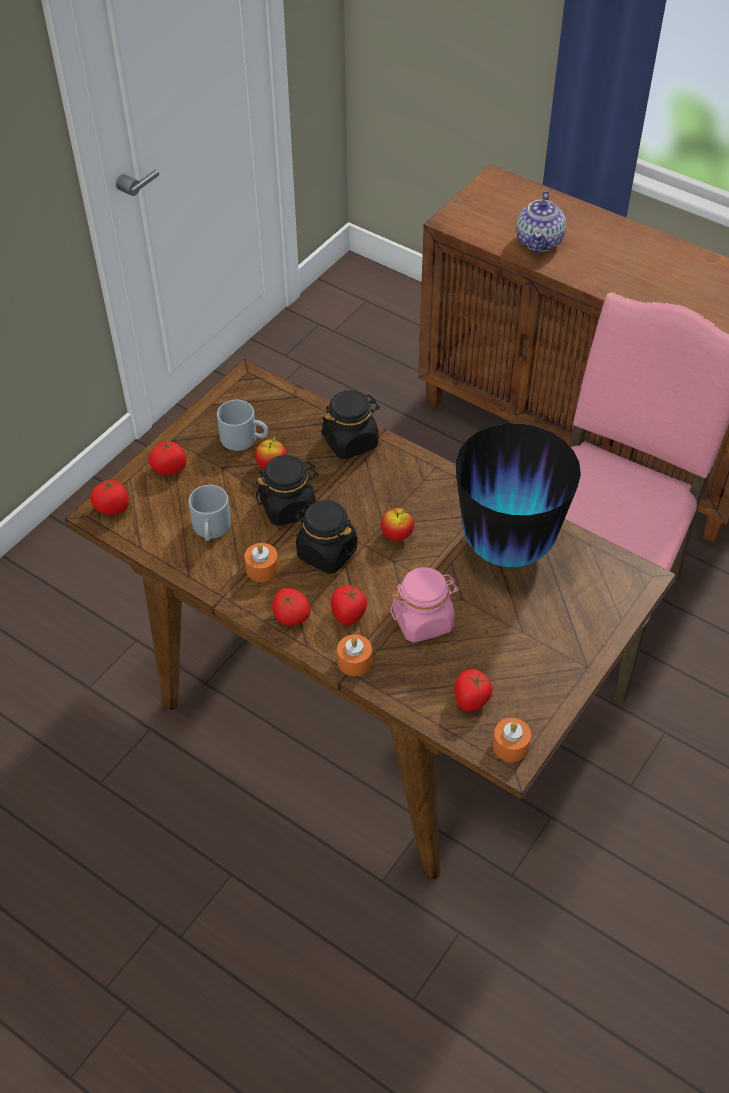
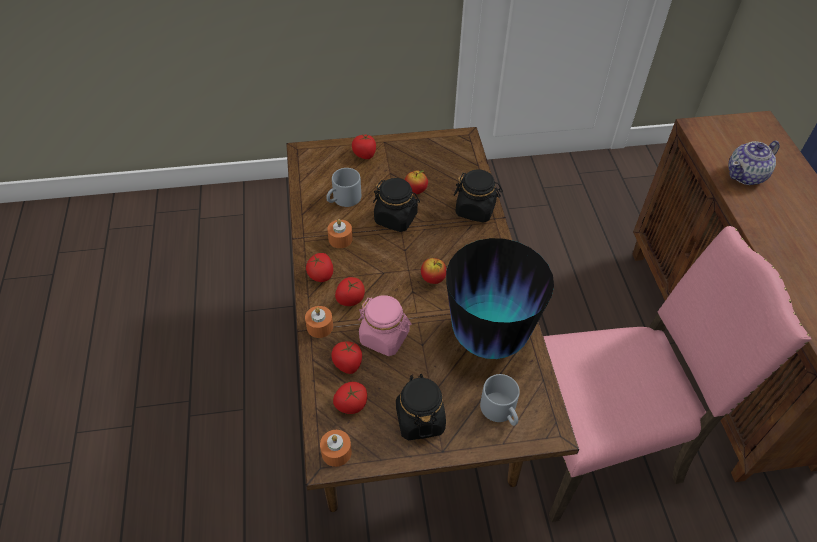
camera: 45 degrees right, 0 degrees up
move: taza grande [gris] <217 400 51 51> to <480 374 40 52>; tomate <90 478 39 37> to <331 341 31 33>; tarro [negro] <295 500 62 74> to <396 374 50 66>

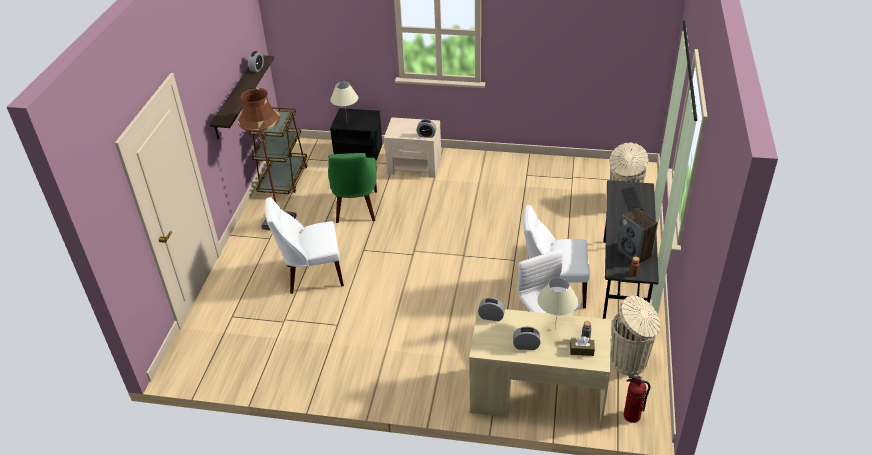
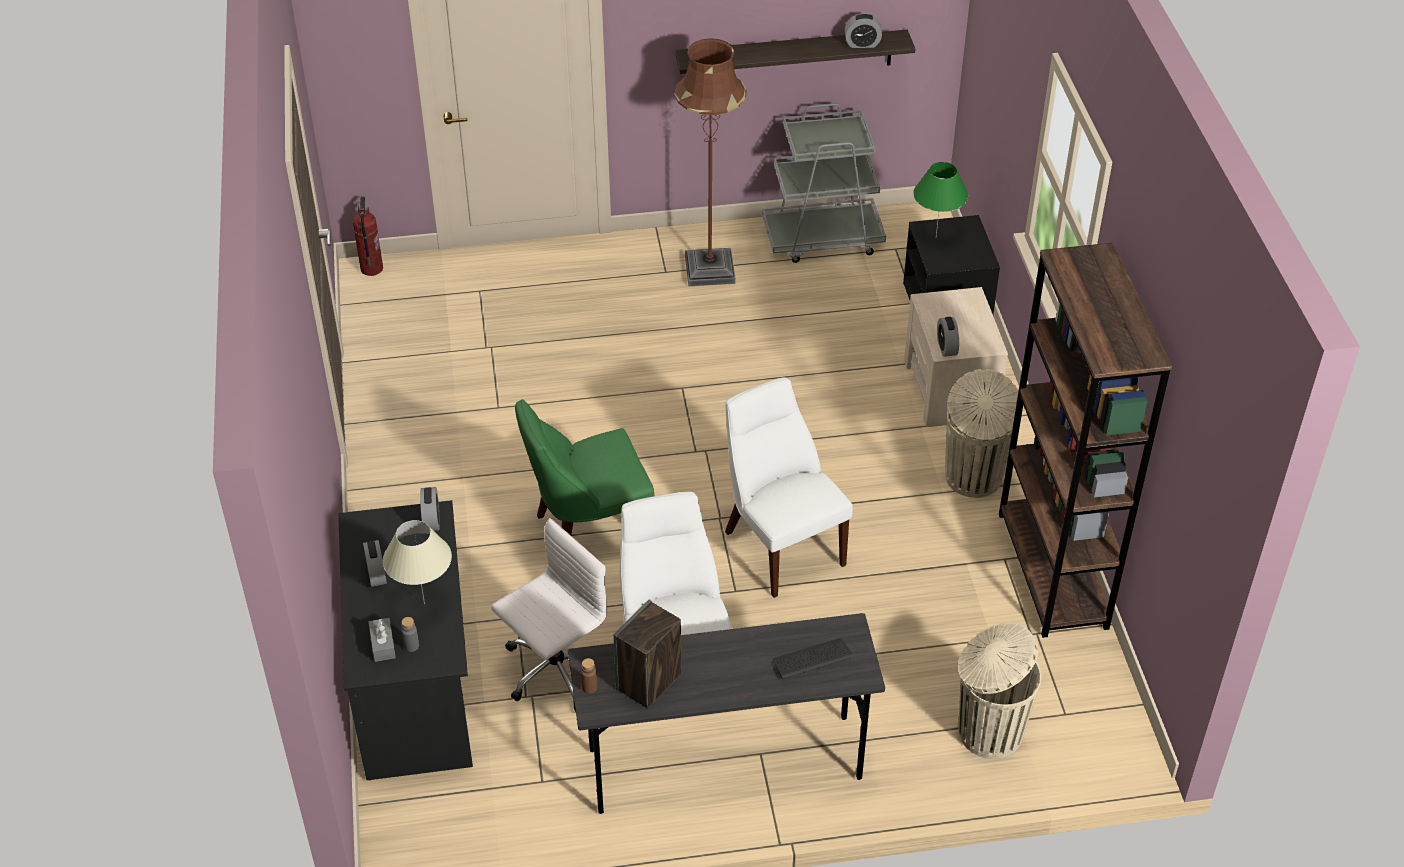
camera: 70 degrees right, 5 degrees up
insert: estantería [marrón] <999 243 173 395>
move: silla [verde] <328 153 49 70> to <515 399 140 136>; silla [blanco] <265 197 79 97> to <725 377 128 221>; papelera [beis] <611 296 49 79> to <945 369 74 129>; extintor <624 374 27 49> to <353 197 30 79>
recolor: lámpara de mesa [beis] <330 82 28 35> to lámpara de mesa [verde] <913 162 55 74>; carrito [marrón] <248 107 60 87> to carrito [gris] <762 103 124 160>; escritorio [beis] <469 307 142 121> to escritorio [negro] <338 500 135 280>; caja de pañuelos [marrón] <570 336 25 20> to caja de pañuelos [gris] <369 618 27 44>

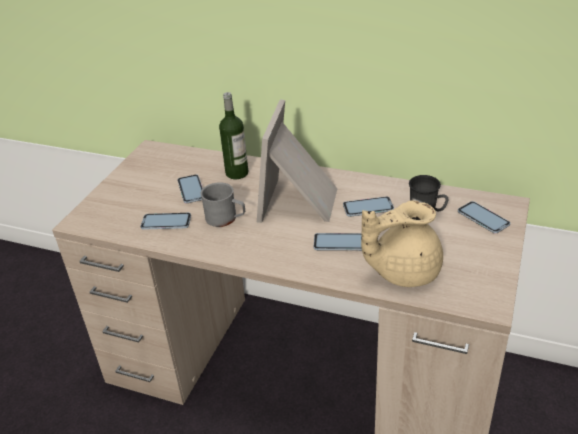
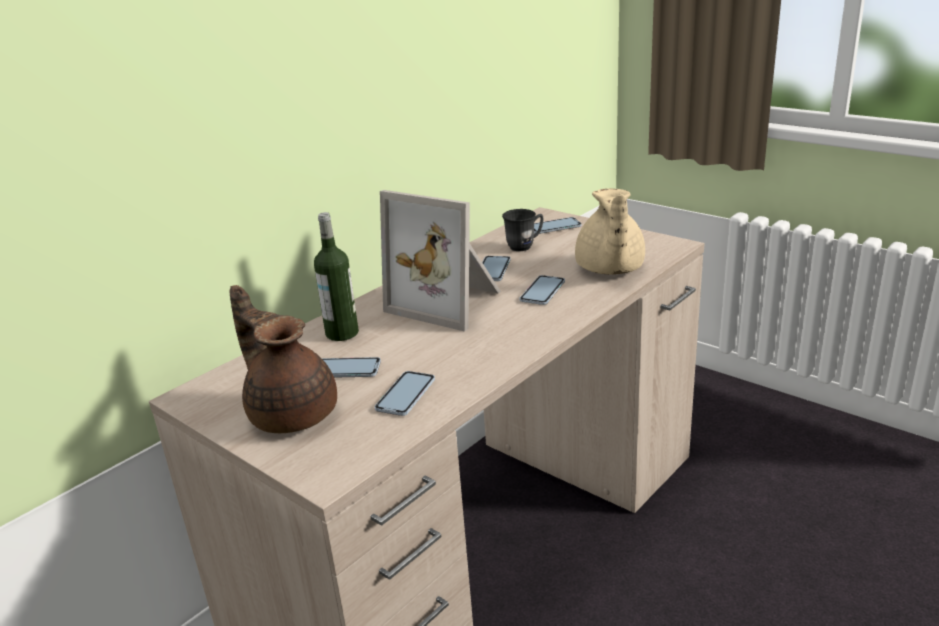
camera: 70 degrees left, 10 degrees down
delete: taza grande [gris] <201 182 44 45>
insert: tetera [marrón] <229 285 108 148>

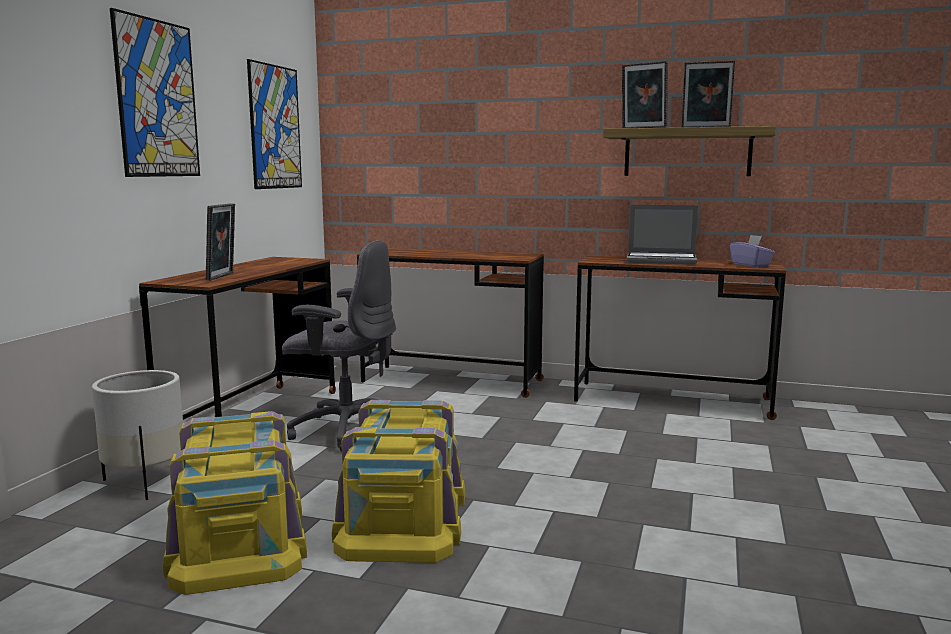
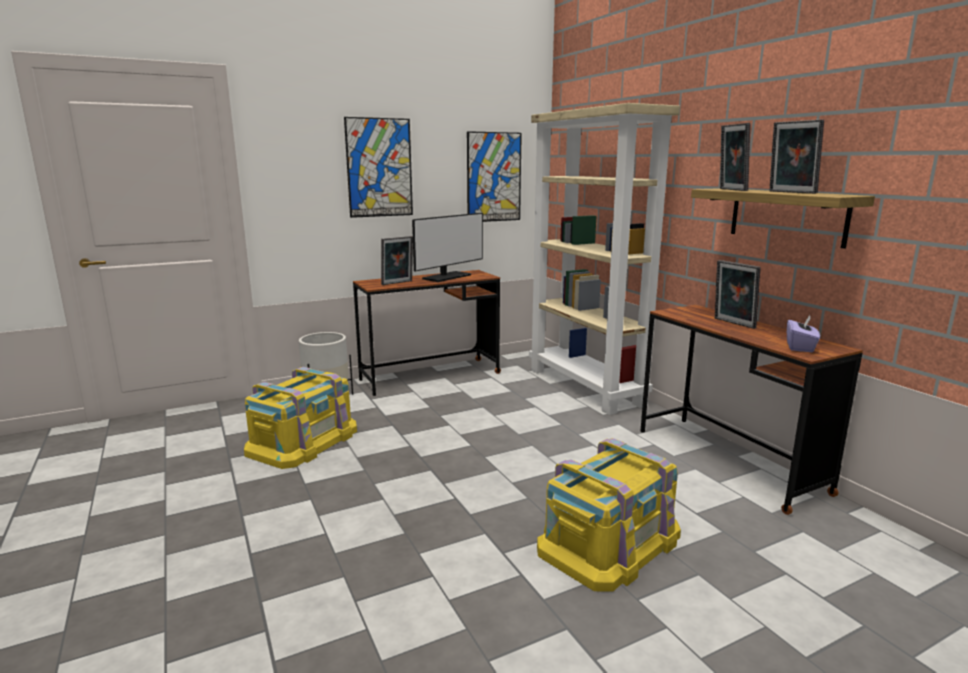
camera: 45 degrees right, 5 degrees up
delete: silla de oficina [gris] <282 240 114 212>
insert: monitor <412 213 71 69>
move: caja de almacenaje [amarillo] <332 400 133 163> to <537 438 144 154>
replace: portátil <626 205 72 60> to portarretratos <715 260 46 69>; escritorio [marrón] <357 248 187 150> to estantería [beis] <529 103 151 312>

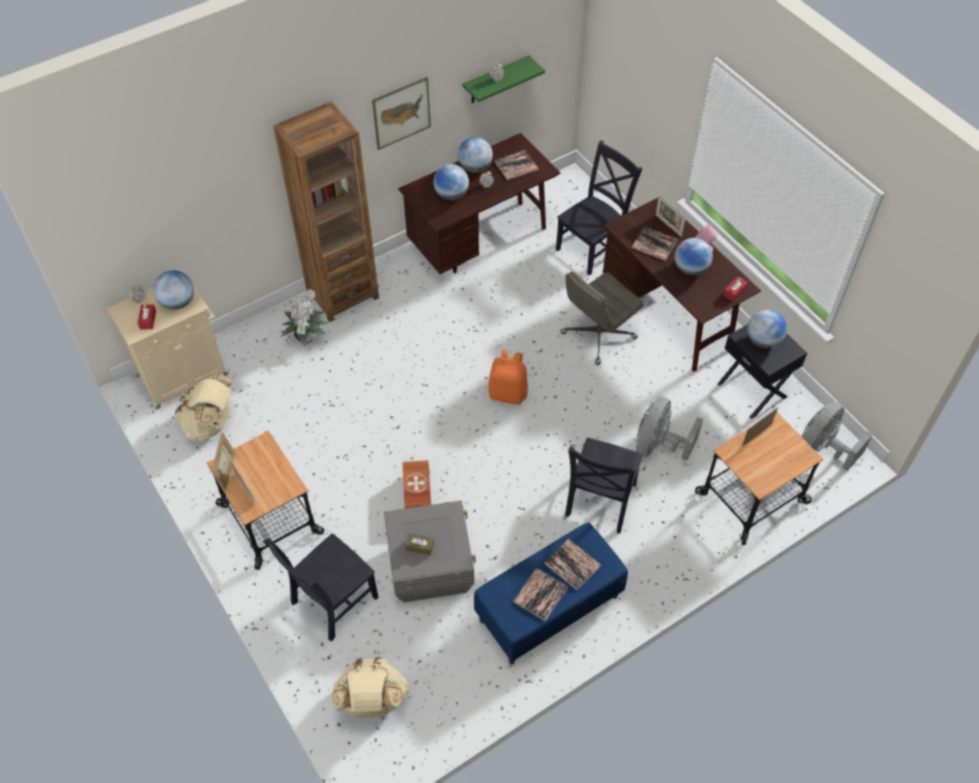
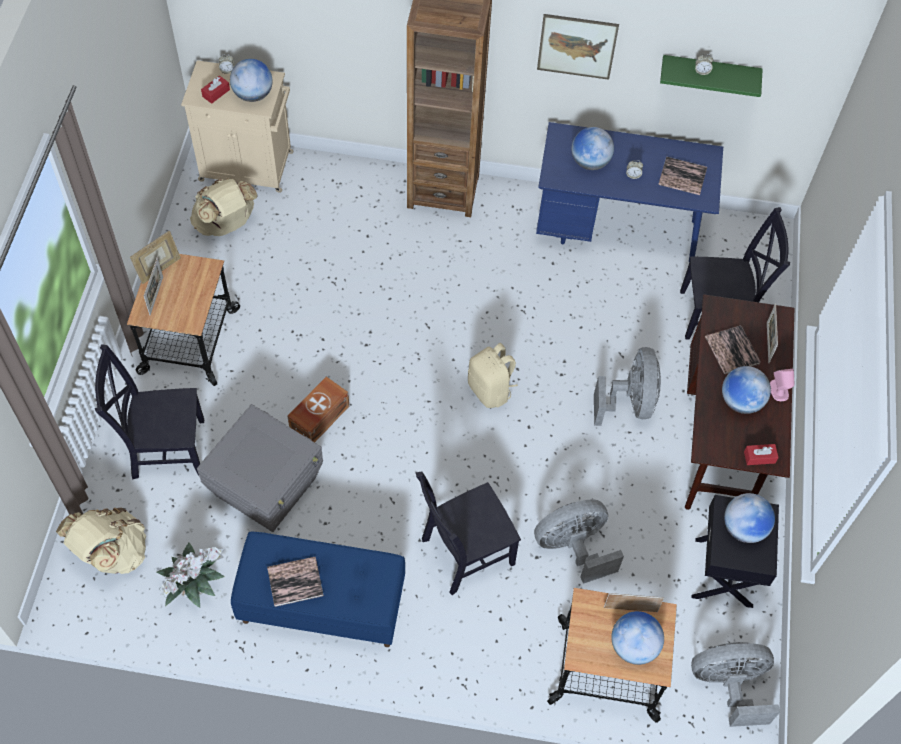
camera: 40 degrees right, 5 degrees up
delete: caja de pañuelos [marrón] <405 534 29 21>; libro <544 539 57 51>
move: globo terráqueo <458 137 35 36> to <611 611 53 54>; planta en maceta <281 289 47 58> to <156 543 69 65>
replace: silla de oficina [gris] <560 271 84 94> to ventilador [gris] <594 347 67 79>
recolor: escritorio [marrón] <398 133 162 141> to escritorio [azul] <536 122 187 140>; mochila [naranja] <488 350 40 55> to mochila [beis] <468 343 50 65>

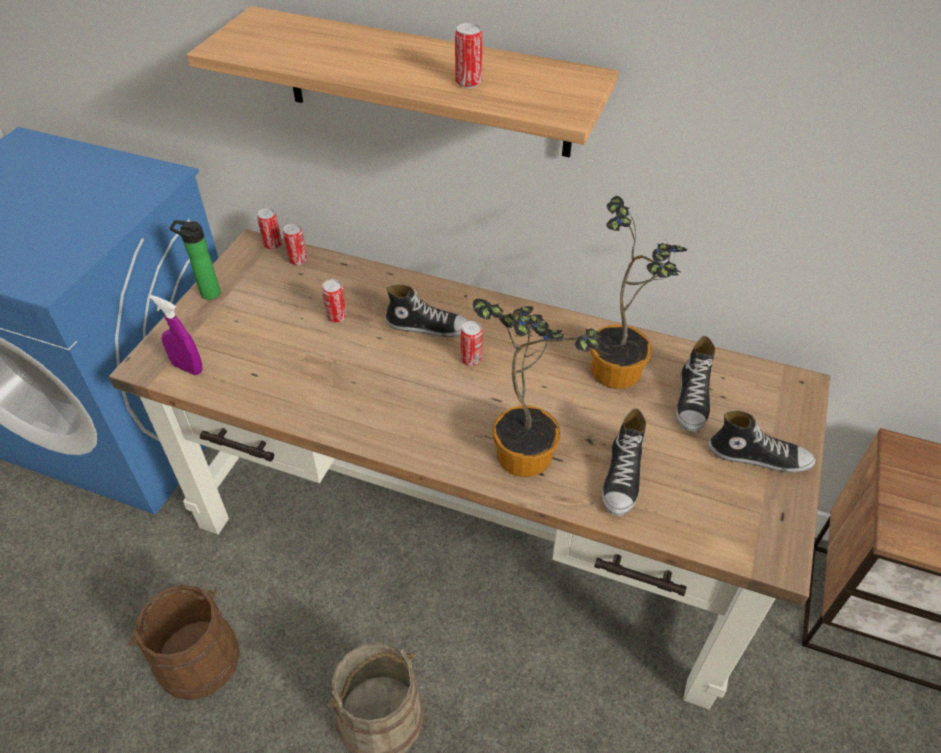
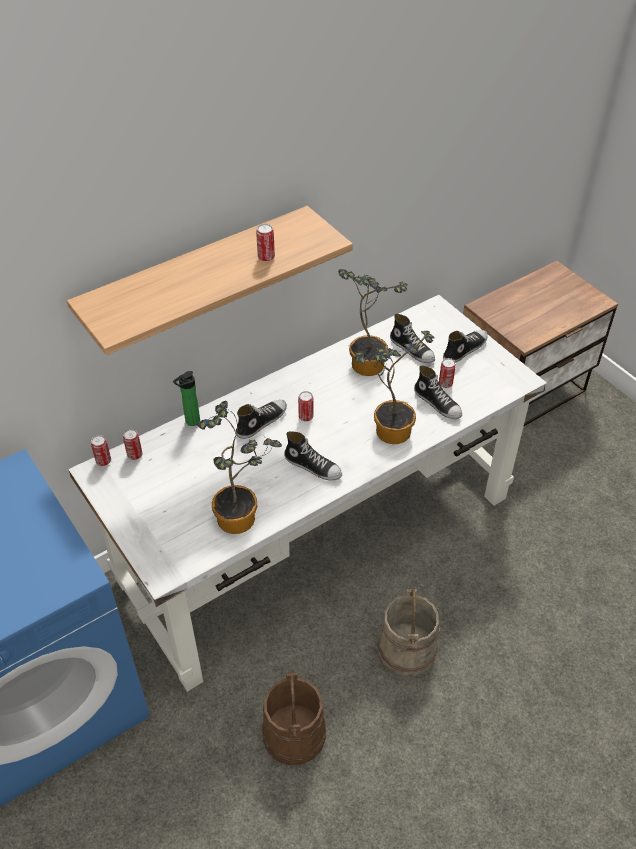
camera: 55 degrees left, 0 degrees up
delete: pulverizador [morado] <149 295 54 80>
insert: planta en maceta <197 400 85 134>; zapato <284 431 58 49>
move: botella <170 220 51 80> to <173 371 27 55>; lata <322 279 25 44> to <439 358 17 30>
recolor: escritorio [marrón] <108 229 722 481> to escritorio [blanco] <68 295 479 397>

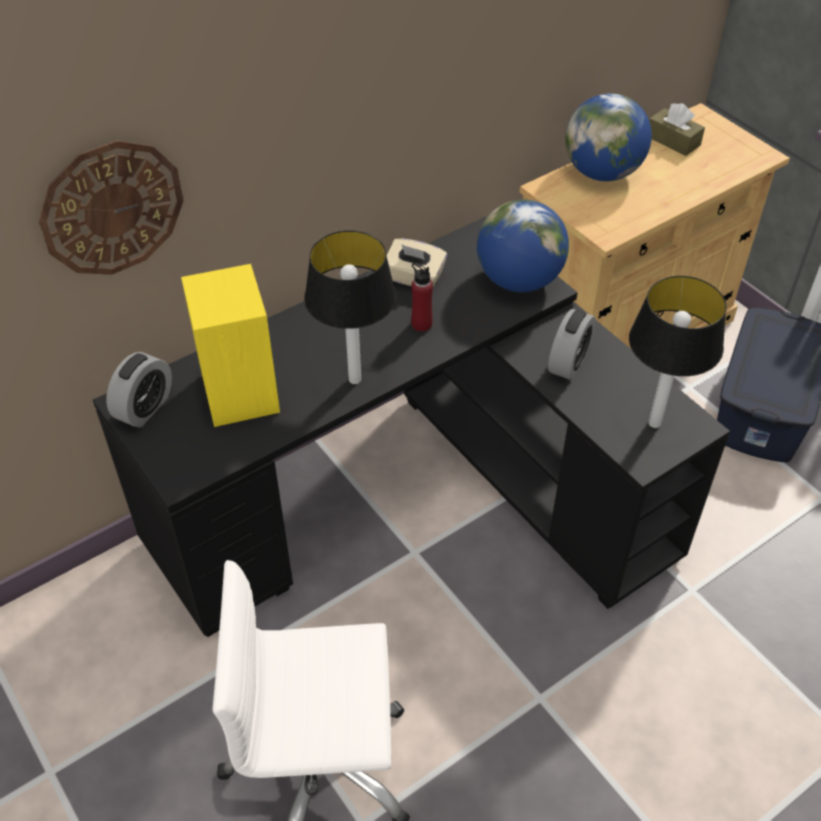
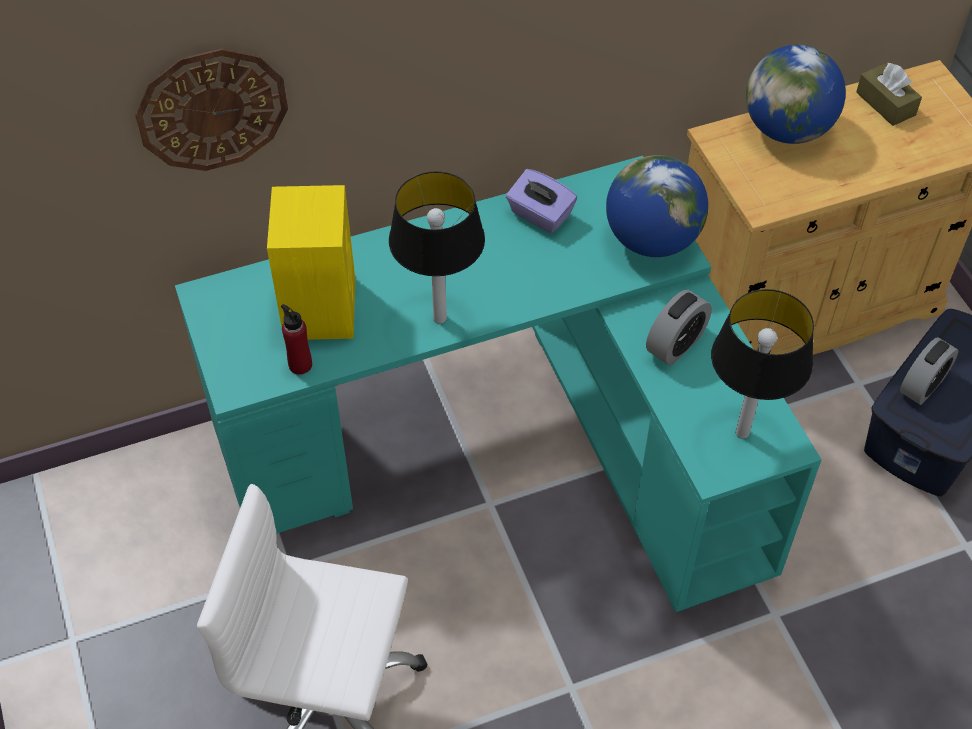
camera: 15 degrees right, 5 degrees up
move: botella [rojo] <411 263 22 69> to <281 304 31 71>; despertador <106 352 66 75> to <900 337 59 68>
recolor: escritorio [negro] <93 217 637 420> to escritorio [turquesa] <175 156 647 457>; caja de pañuelos [beis] <387 239 60 48> to caja de pañuelos [morado] <506 169 71 64>

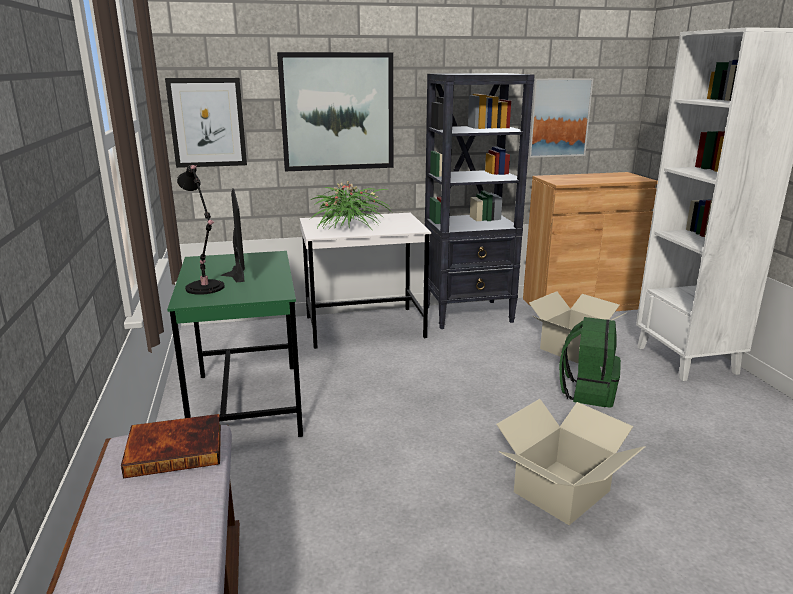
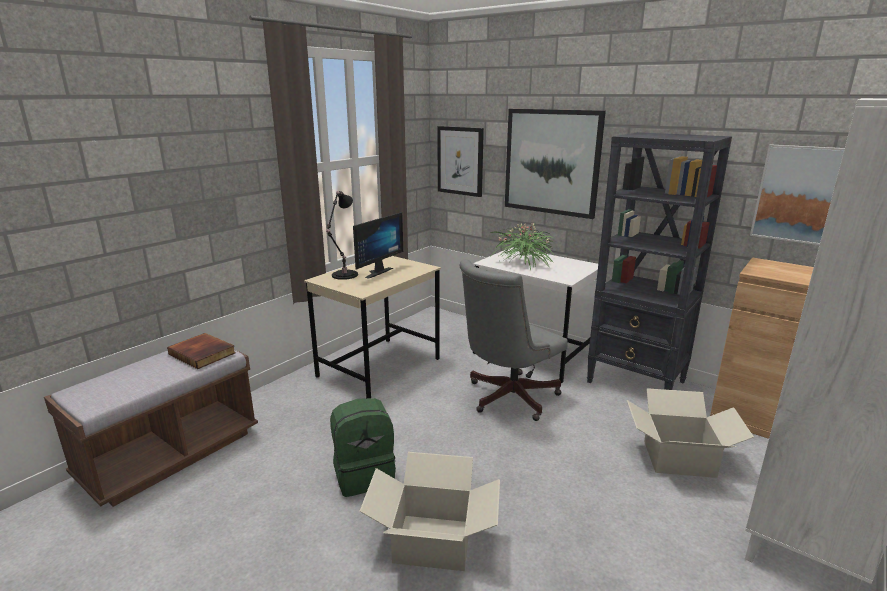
camera: 50 degrees right, 0 degrees up
insert: silla de oficina [gris] <459 259 109 162>
move: mochila [verde] <559 317 62 91> to <330 398 66 99>
recolor: escritorio [verde] <167 251 136 186> to escritorio [beis] <304 256 137 142>

